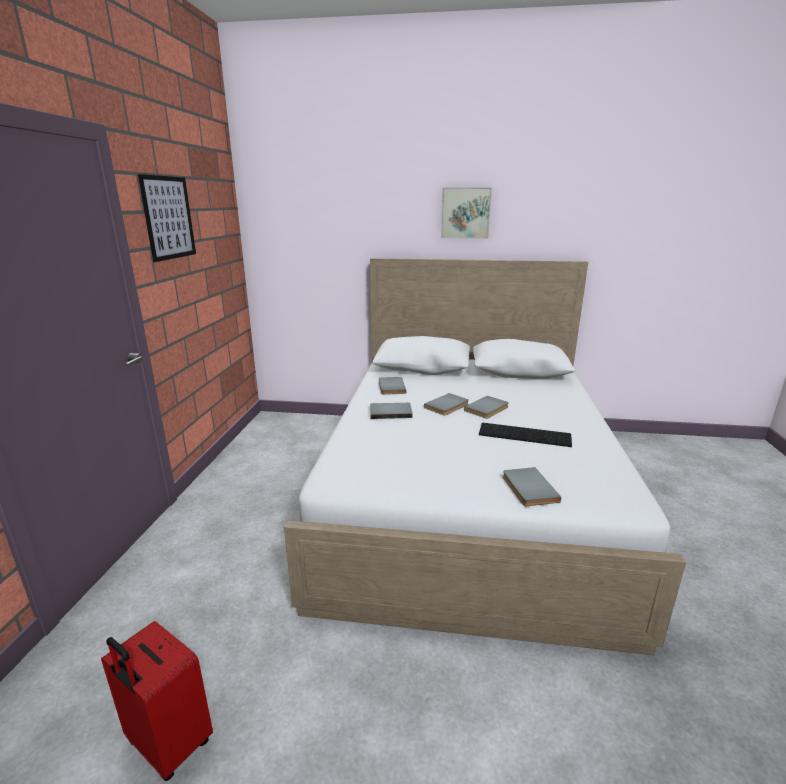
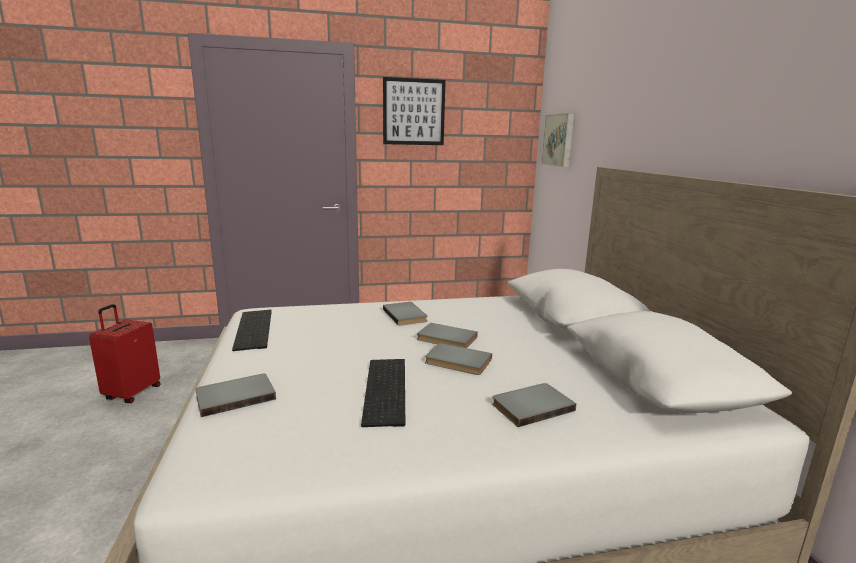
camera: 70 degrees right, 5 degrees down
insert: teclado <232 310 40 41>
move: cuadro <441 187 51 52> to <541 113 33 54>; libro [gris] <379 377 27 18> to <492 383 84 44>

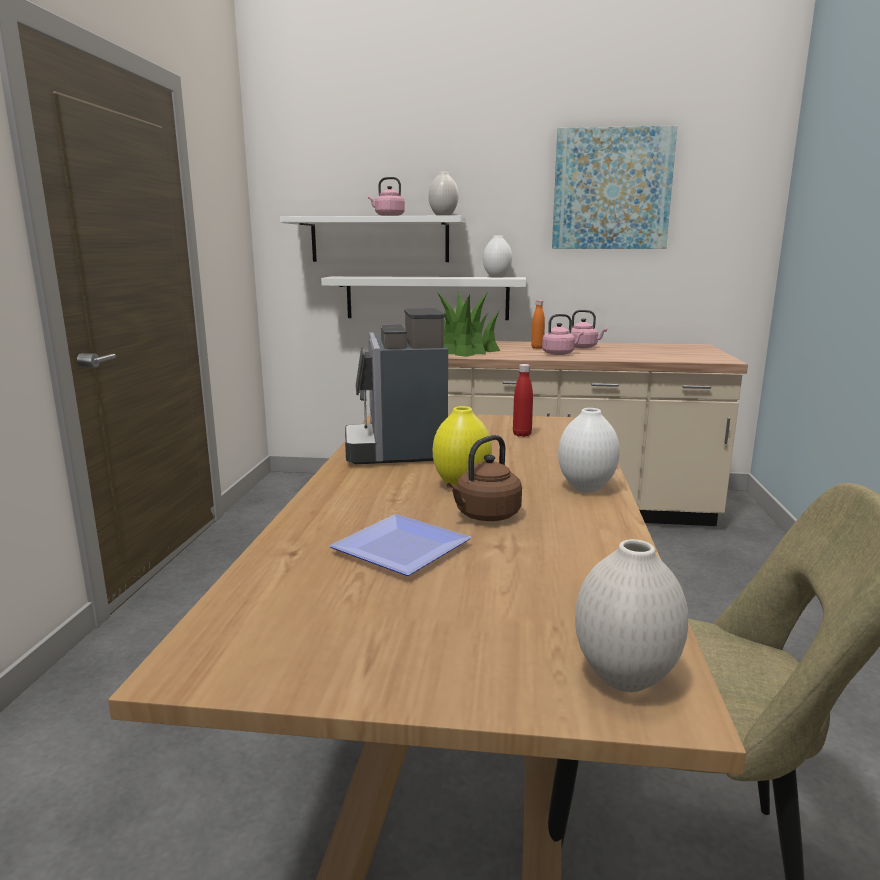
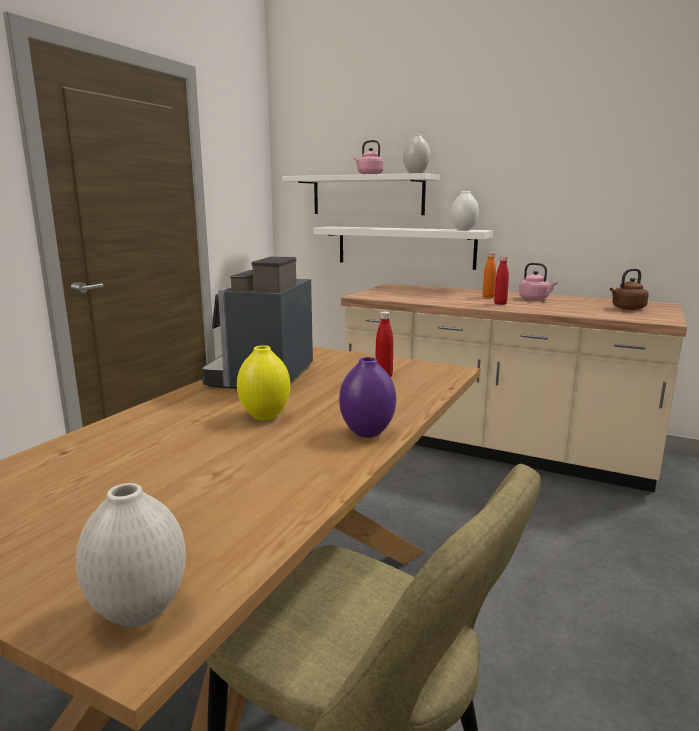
camera: 20 degrees right, 0 degrees up
delete: cuadro <552 126 125 123>; planta en maceta <437 292 63 65>; plato <329 514 142 62>
move: hervidor [marrón] <447 435 75 86> to <610 268 39 42>
replace: hervidor [rosa] <542 314 42 41> to botella [rojo] <494 256 15 49>
recolor: florero [blanco] <558 408 62 85> to florero [morado] <339 357 57 81>

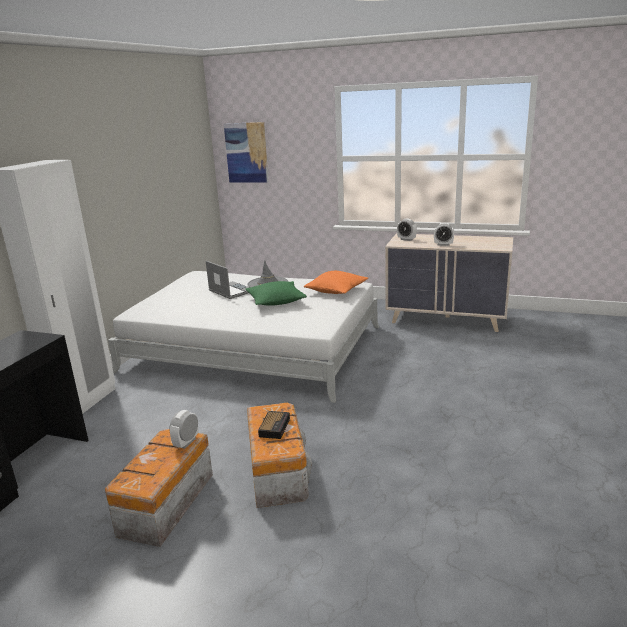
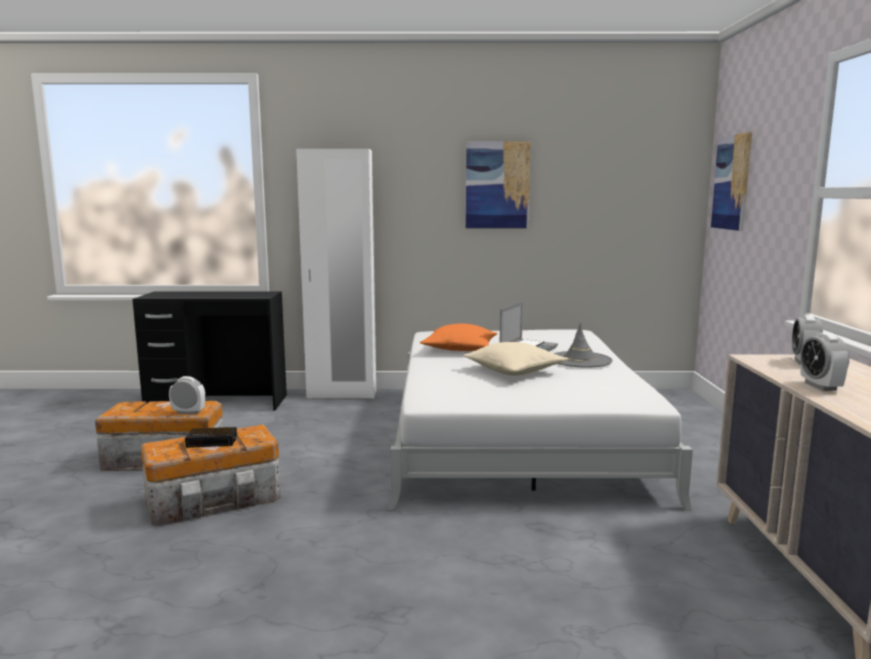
camera: 70 degrees right, 10 degrees down
insert: cuadro <466 142 65 86>
move: cojín [naranja] <304 271 64 23> to <420 324 77 27>
recolor: cojín [verde] <246 281 61 25> to cojín [beis] <463 342 105 34>

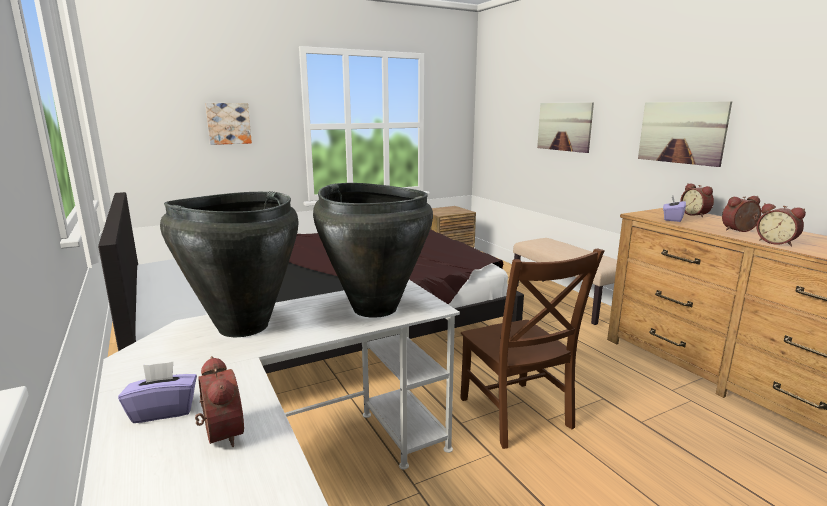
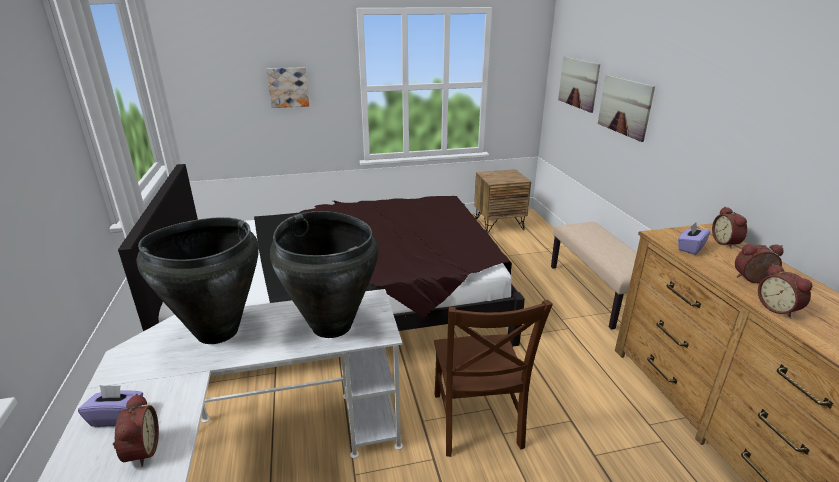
camera: 15 degrees right, 10 degrees up
move: cuadro <638 101 94 66> to <558 57 42 56>

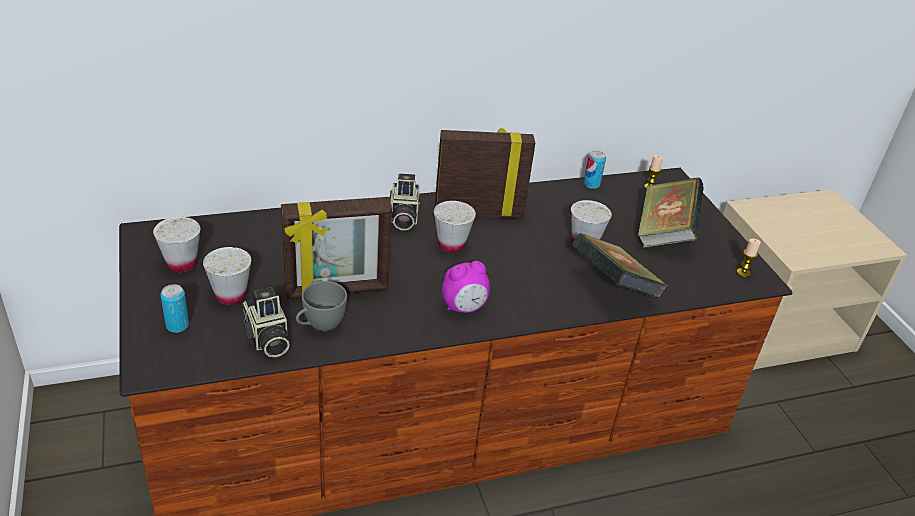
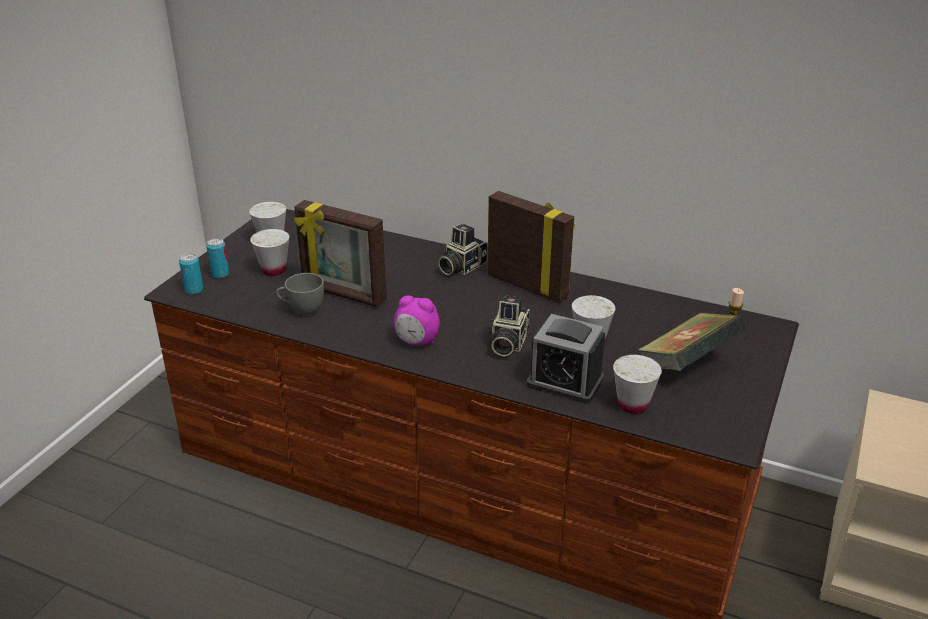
camera: 45 degrees right, 5 degrees down
delete: vela <737 239 24 38>
move: lata <583 151 23 38> to <179 253 24 42>; taza [blanco] <434 201 42 51> to <613 355 49 59>; cámara <241 287 49 70> to <489 295 41 62>
replace: libro <572 233 96 66> to despertador <527 314 78 90>

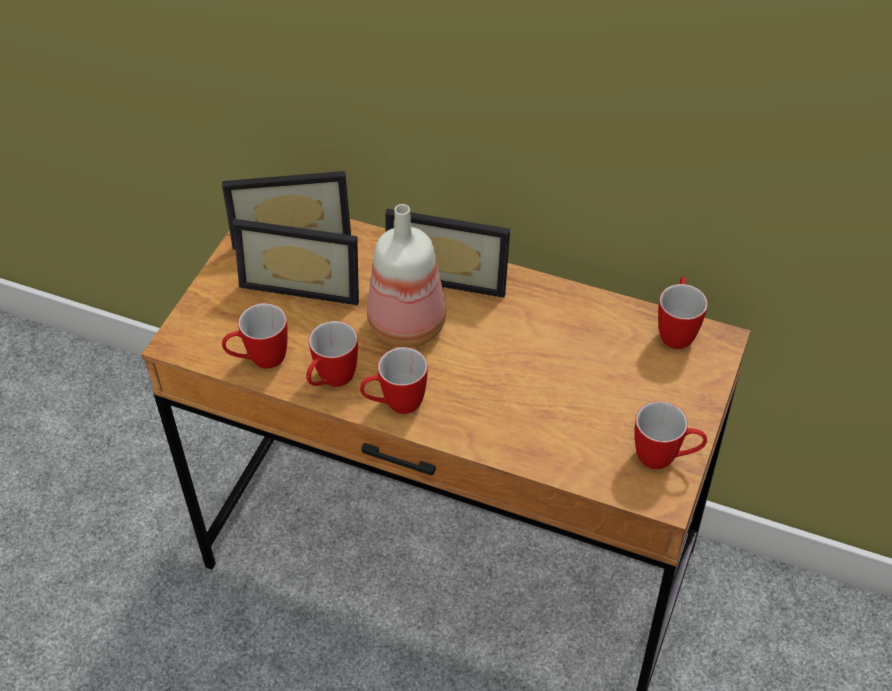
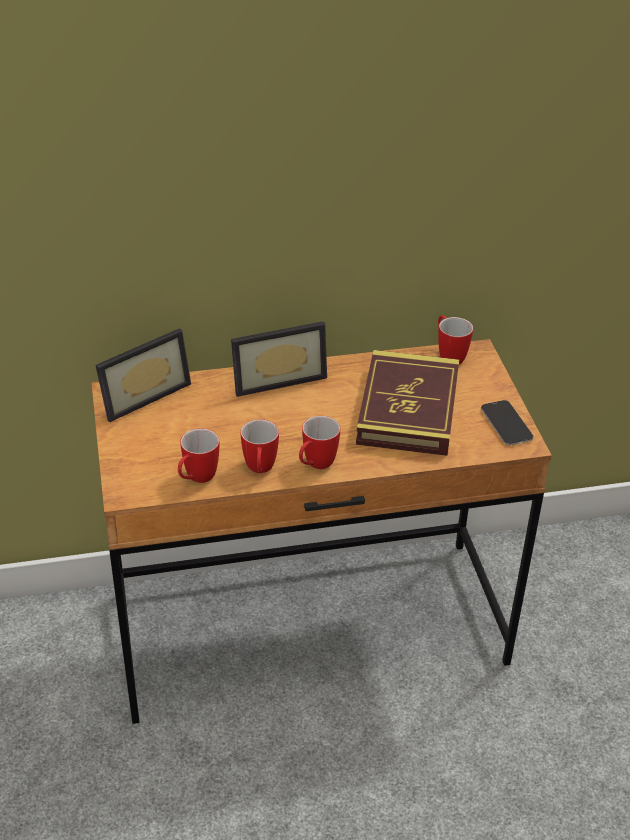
camera: 35 degrees left, 10 degrees down
delete: botella <367 204 79 144>; portarretratos <233 219 126 86>
insert: libro <356 350 103 106>
replace: taza grande <635 401 72 68> to móvil <481 400 52 45>

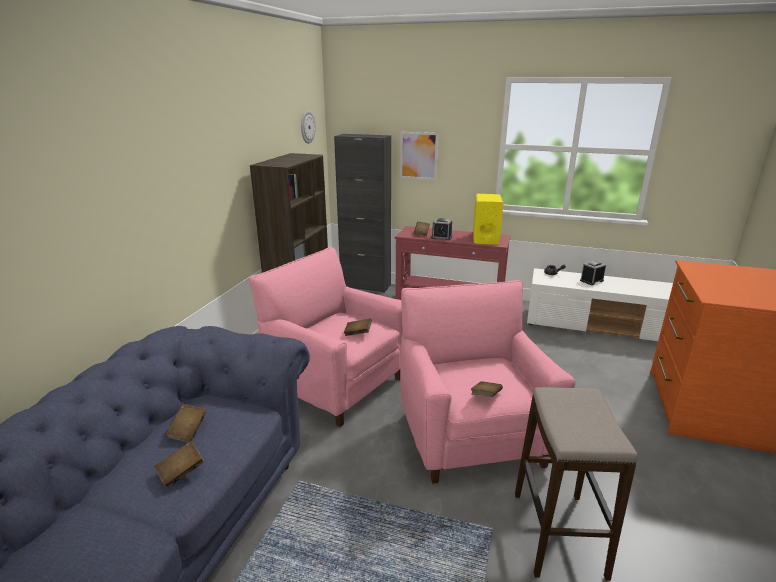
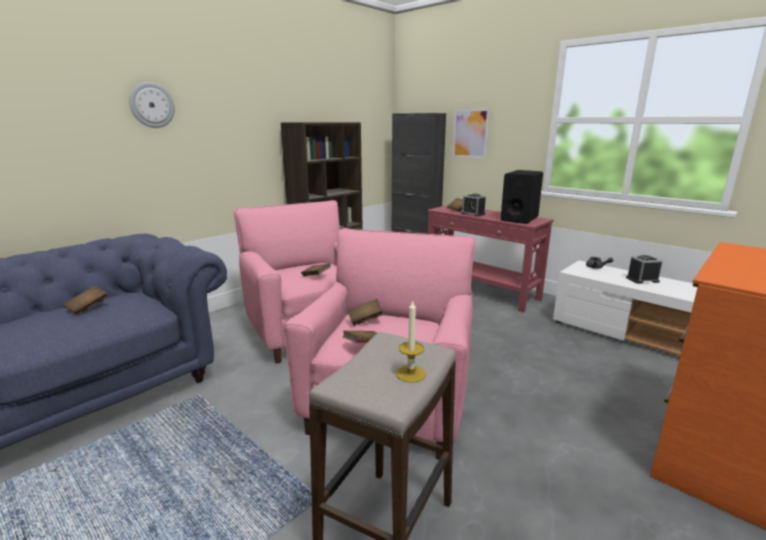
camera: 25 degrees right, 5 degrees down
insert: vela <396 300 30 82>
move: reloj de pared <301 111 15 33> to <129 82 46 46>; libro [marrón] <154 441 50 47> to <347 299 37 27>
recolor: altavoz [amarillo] <473 194 30 51> to altavoz [negro] <501 170 42 54>

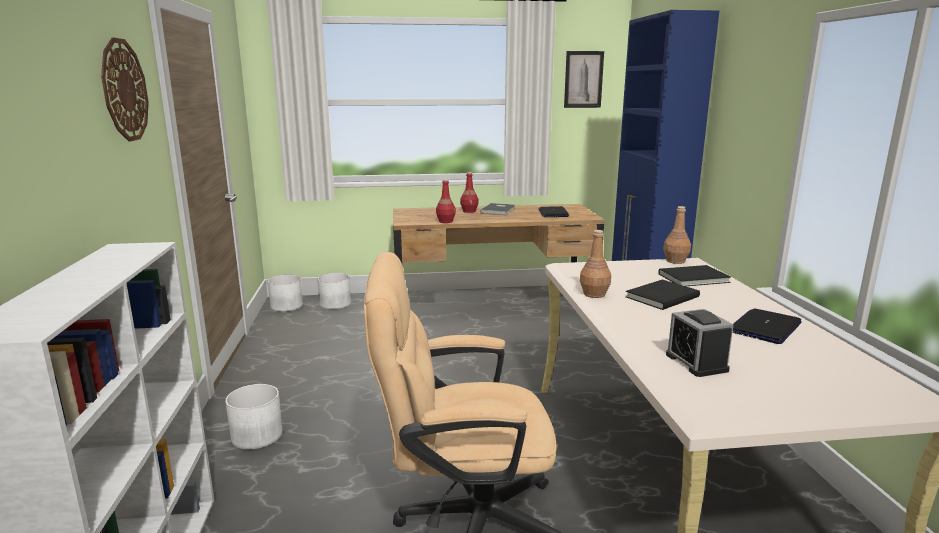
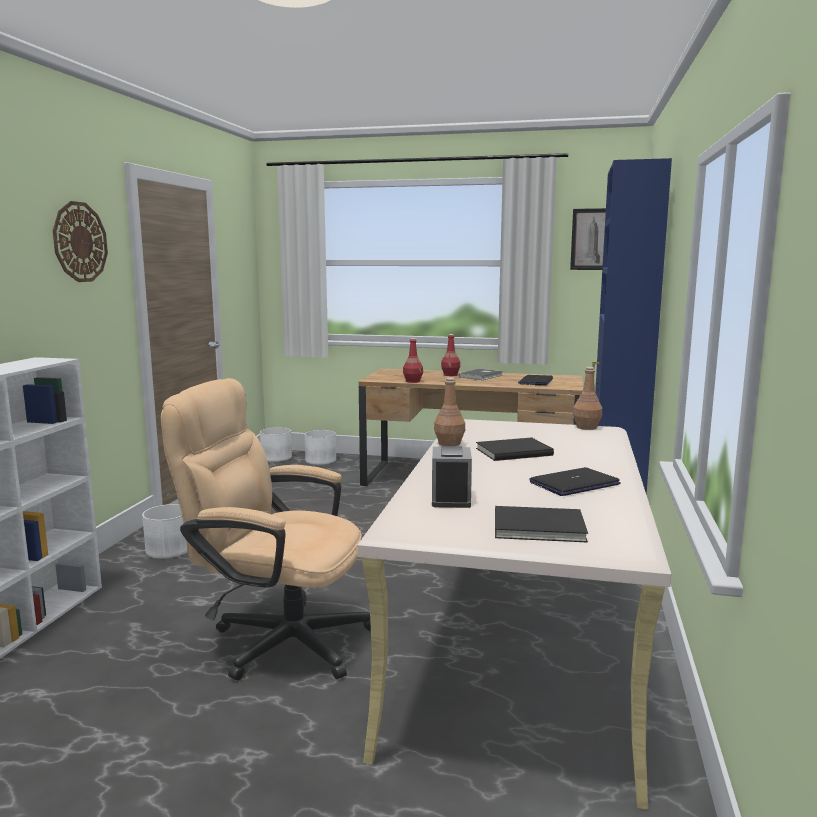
camera: 20 degrees right, 5 degrees down
move: libro [negro] <658 265 73 21> to <495 506 93 37>

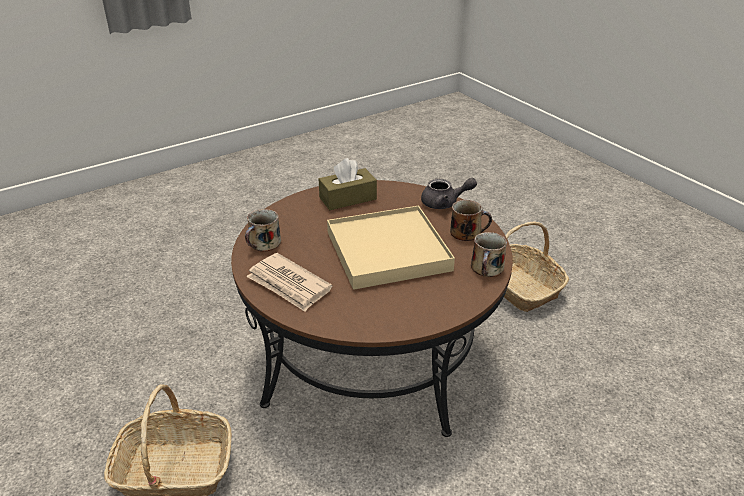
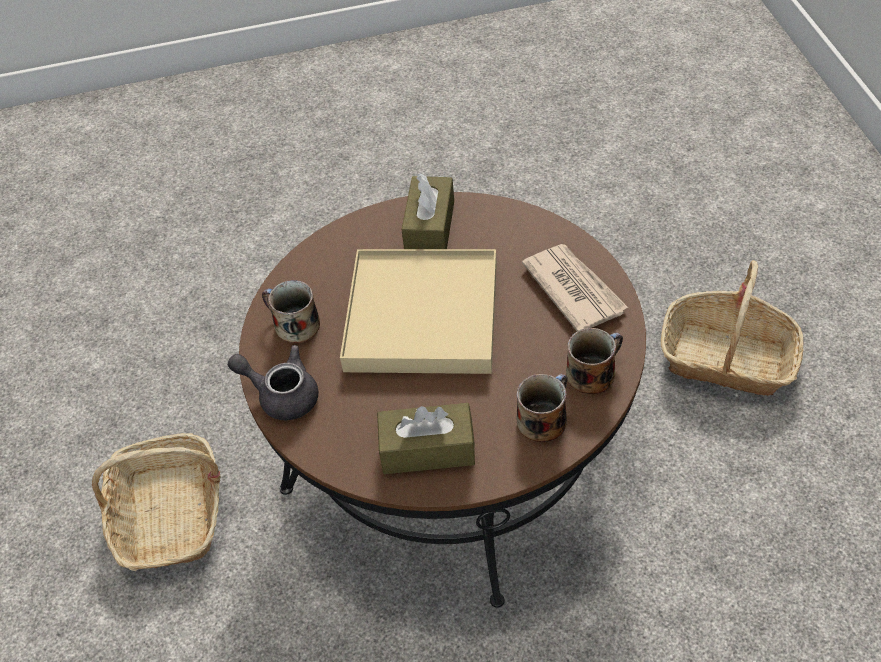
camera: 155 degrees left, 15 degrees up
insert: caja de pañuelos [marrón] <401 173 53 76>
move: taza grande <471 232 36 45> to <517 373 51 69>

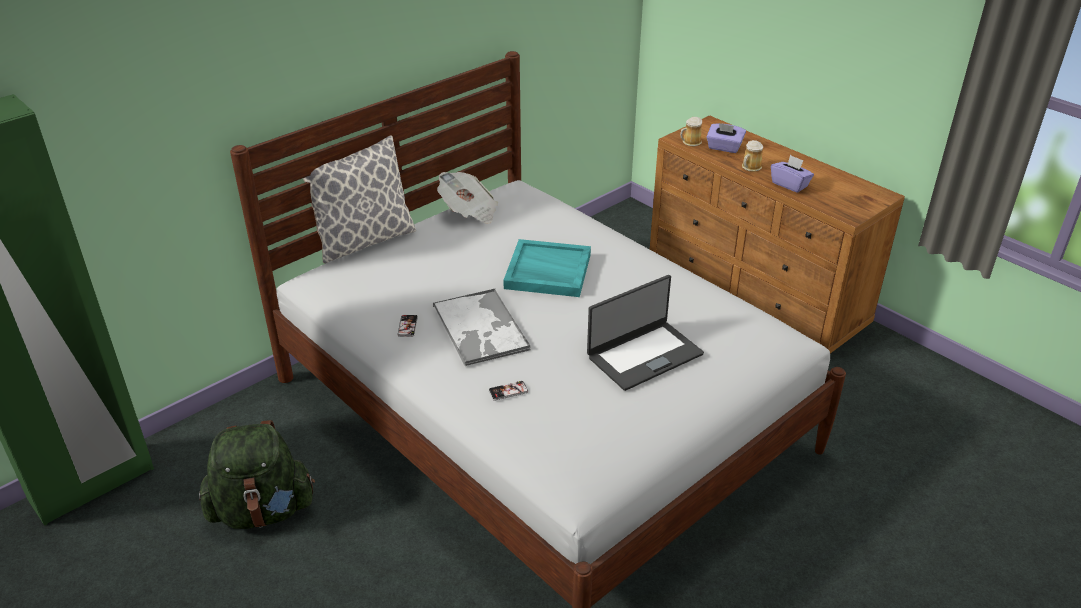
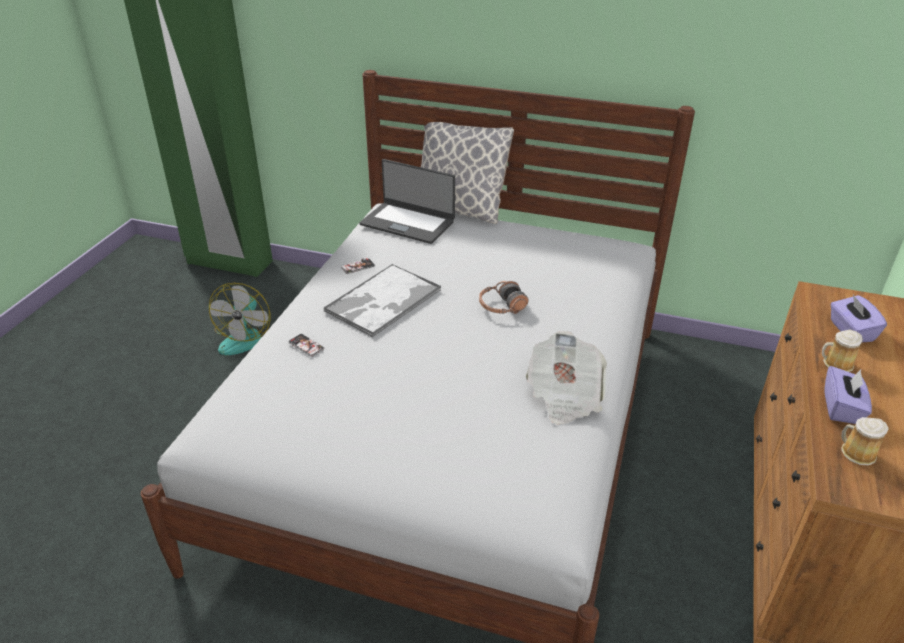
camera: 60 degrees right, 0 degrees up
move: taza grande <680 117 22 29> to <841 417 48 48>; periódico <437 172 61 52> to <526 331 81 94>; portátil <587 275 117 116> to <360 159 95 85>
replace: bandeja [turquesa] <503 239 88 58> to auriculares <479 281 50 33>; mochila [verde] <199 420 116 109> to ventilador <209 283 62 72>

